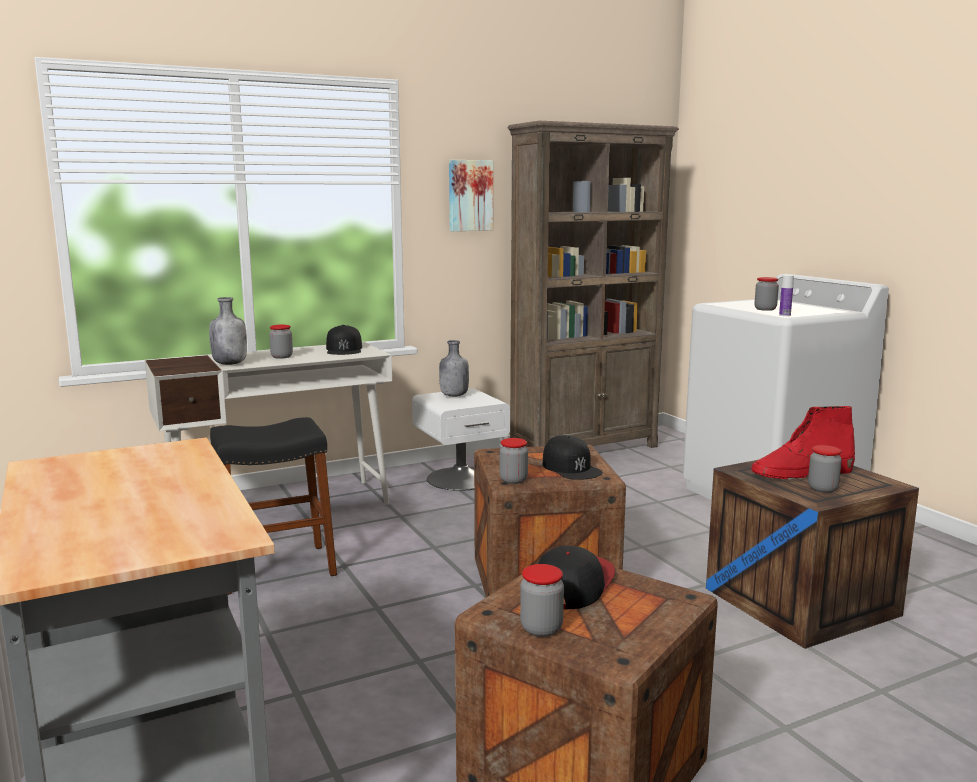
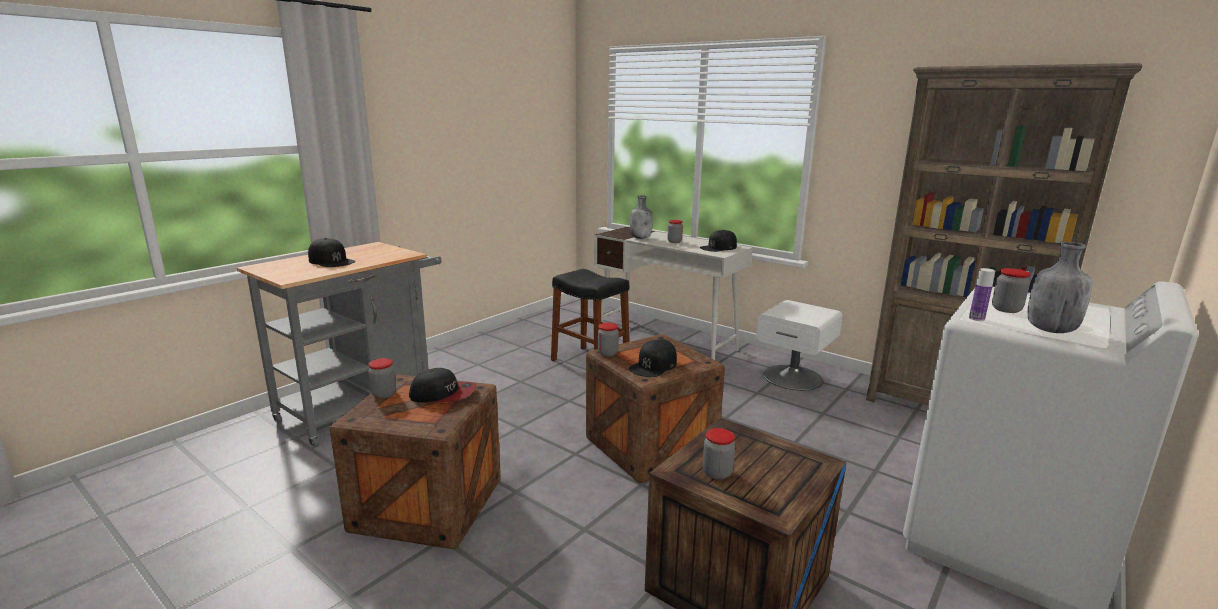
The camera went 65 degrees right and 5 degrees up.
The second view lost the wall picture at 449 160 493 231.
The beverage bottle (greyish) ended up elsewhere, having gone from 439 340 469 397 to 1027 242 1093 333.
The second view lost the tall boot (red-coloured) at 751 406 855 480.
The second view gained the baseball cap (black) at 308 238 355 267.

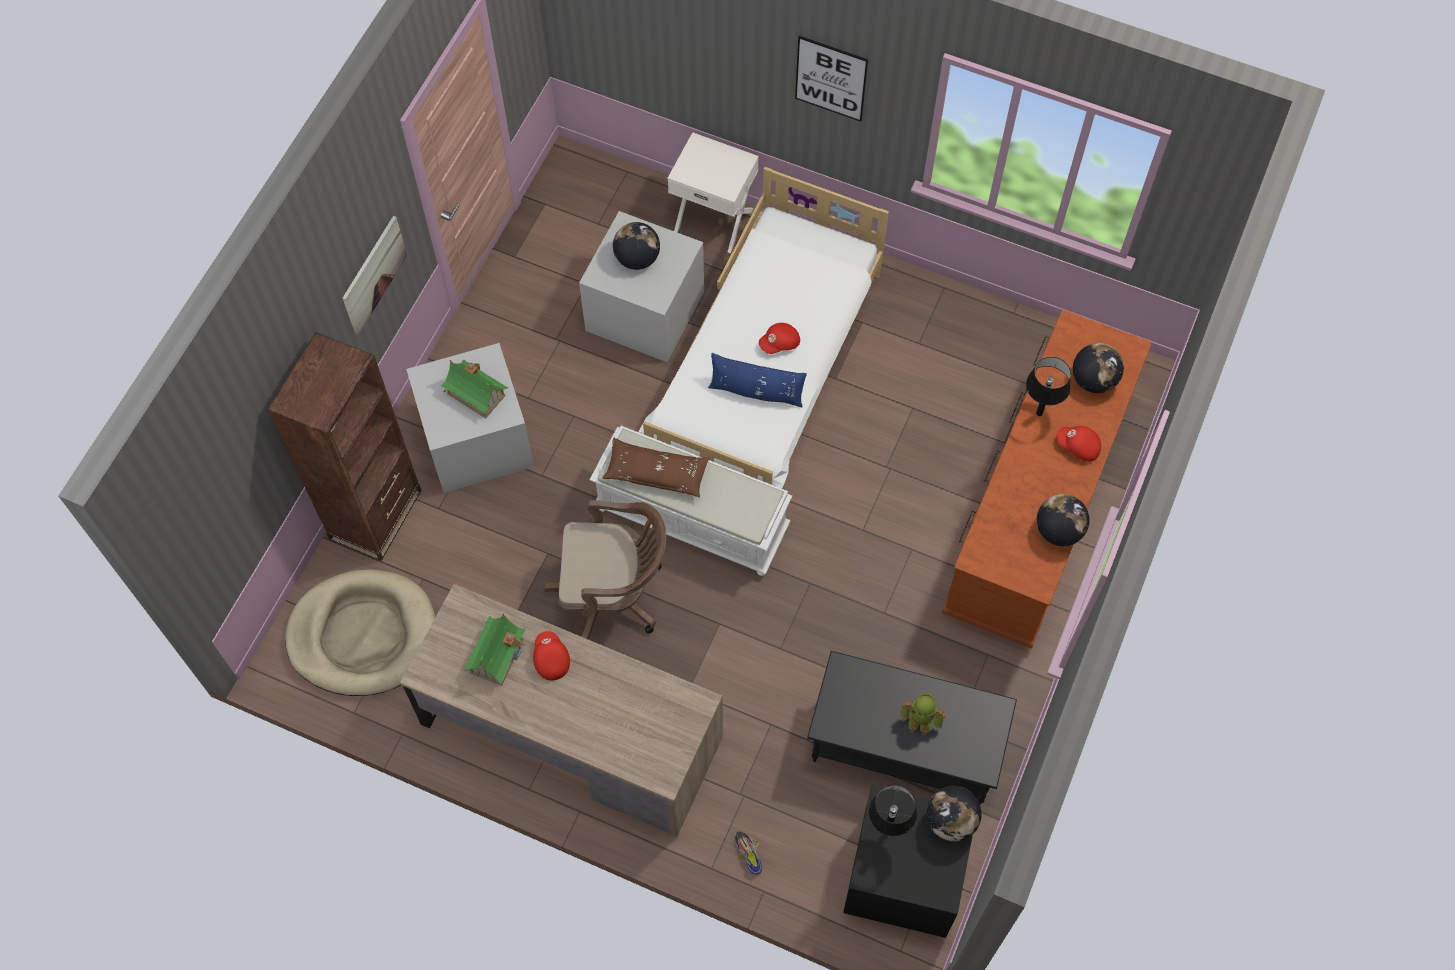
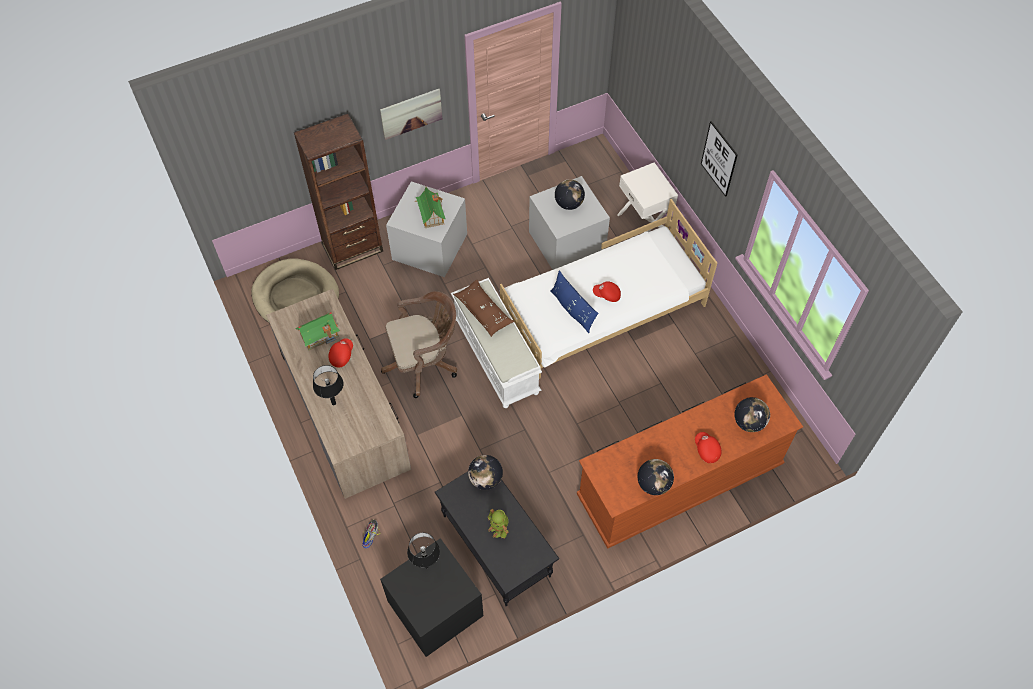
The camera went 40 degrees right and 5 degrees down.
The table lamp (black) ended up elsewhere, having gone from 1026 357 1071 416 to 313 365 343 405.
The computer chair (brownish) at 544 500 666 640 ended up facing another way, 60 degrees counterclockwise from before.
The globe ended up elsewhere, having gone from 926 786 982 842 to 468 455 503 490.

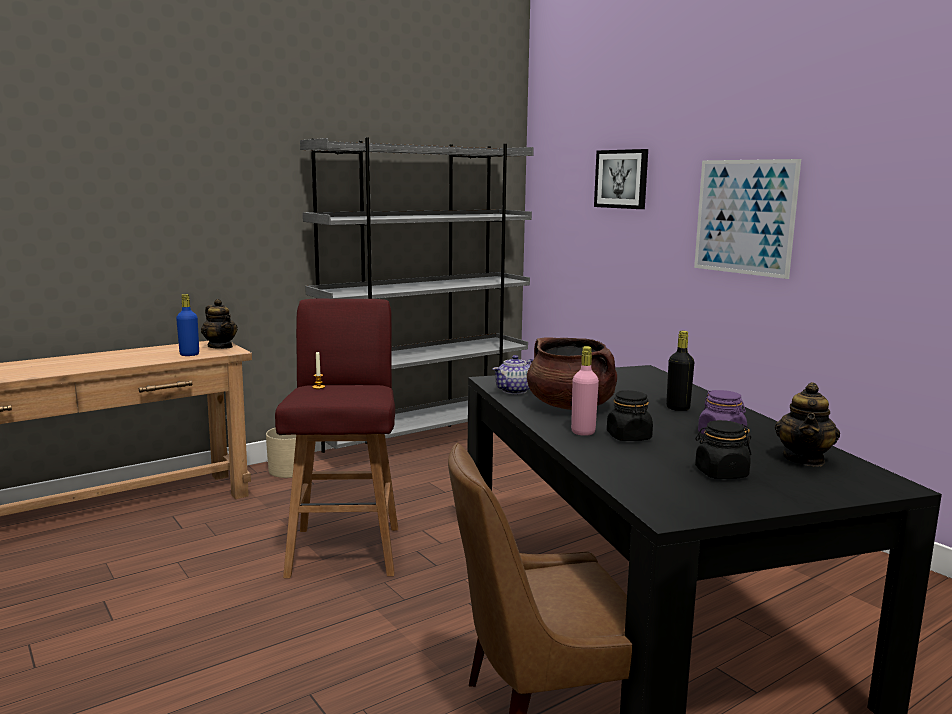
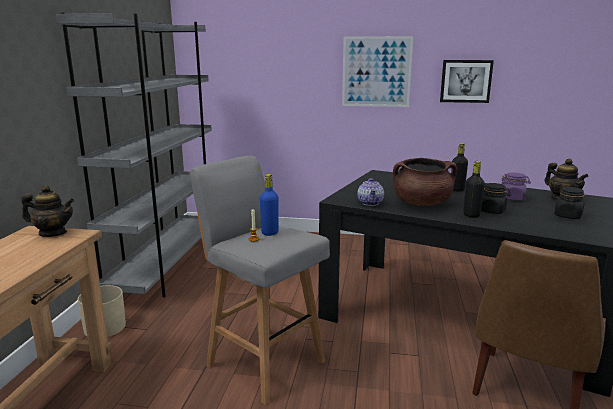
The camera went 45 degrees left and 5 degrees up.
The wall picture ended up elsewhere, having gone from 594 149 648 209 to 440 60 494 103.
The beverage bottle (bluish) ended up elsewhere, having gone from 176 294 199 356 to 260 174 279 236.
What was the sitting stool (red-coloured) at 275 298 398 578 turned into the sitting stool (greyish) at 189 156 330 405.
What was the beverage bottle (pink) at 571 346 599 436 turned into the beverage bottle (black) at 463 161 485 218.

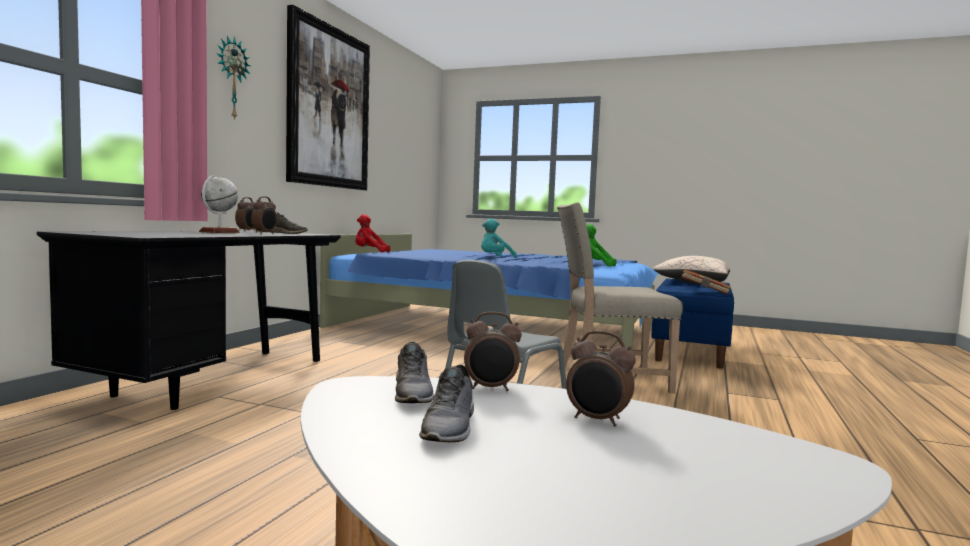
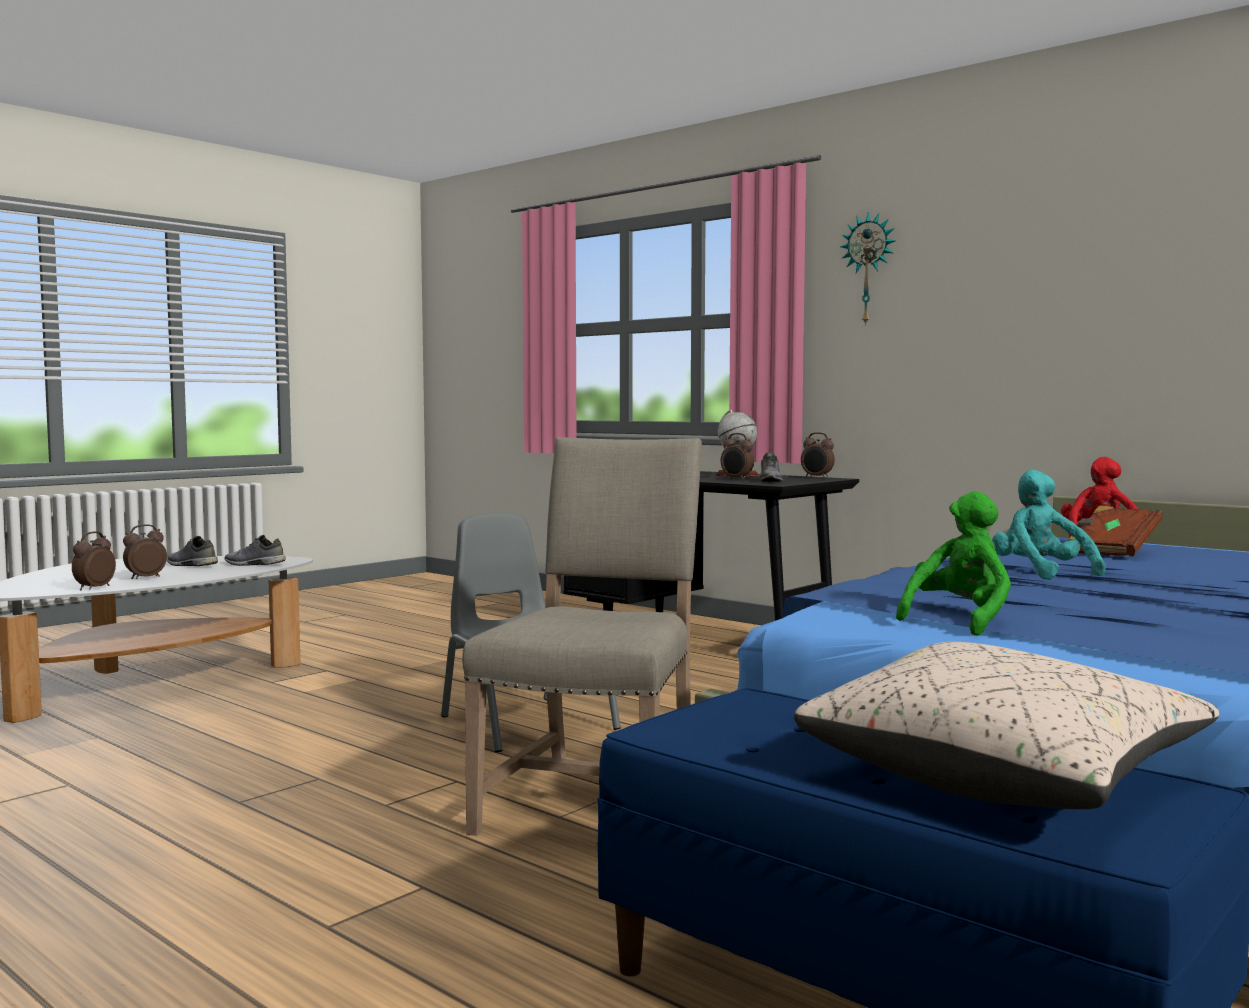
The camera went 110 degrees right and 0 degrees up.
The second view lost the wall picture at 286 5 370 190.
The bound book (brownish) ended up elsewhere, having gone from 681 269 731 295 to 1068 505 1162 556.
The bedside clock ended up elsewhere, having gone from 464 312 522 391 to 72 531 116 590.

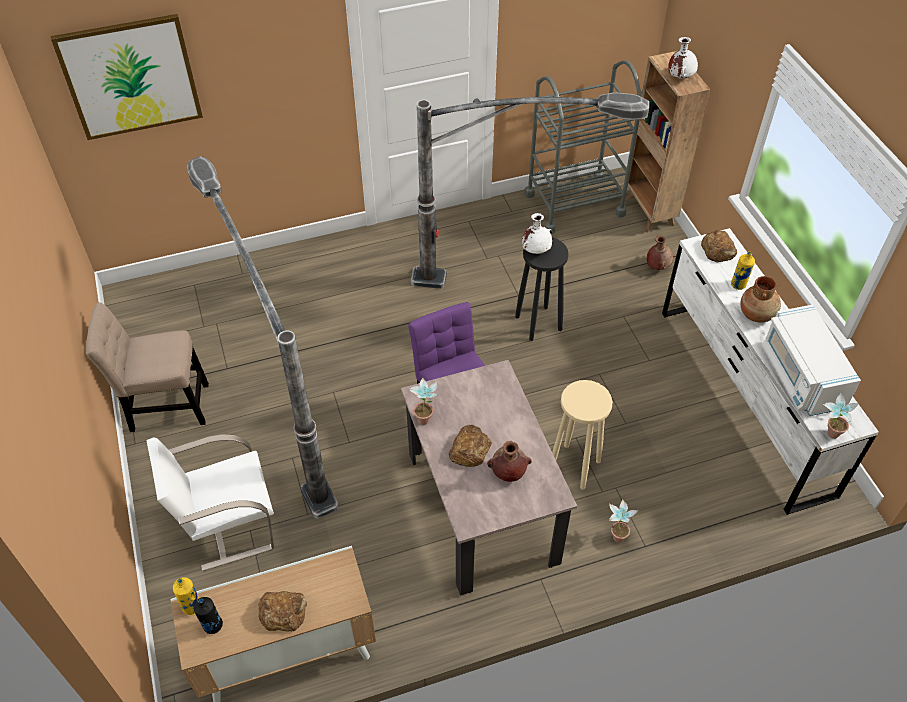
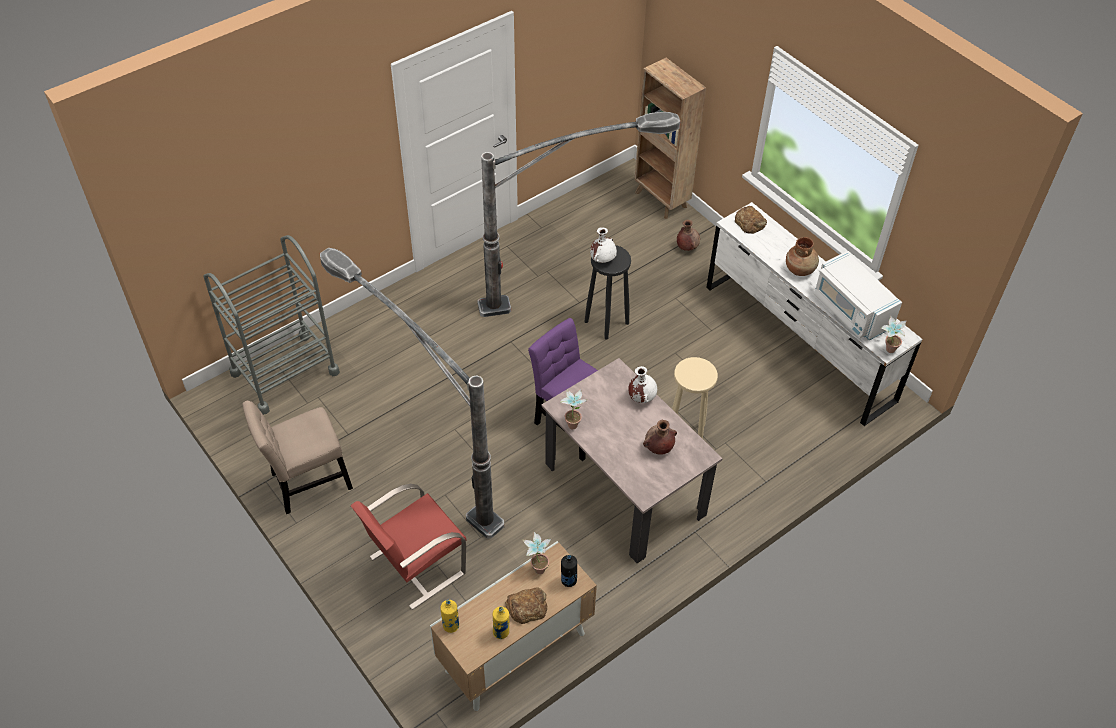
The camera went 20 degrees left and 0 degrees up.
The second view lost the wall picture at 51 14 203 140.
The vase (white) ended up elsewhere, having gone from 668 37 698 79 to 628 366 657 403.
The wheeled cart (greyish) ended up elsewhere, having gone from 525 60 642 234 to 203 235 340 415.
The beverage bottle (yellowish) ended up elsewhere, having gone from 731 252 755 290 to 493 607 509 639.
The second view lost the bread at 449 425 492 467.
What was the chair (white) at 147 434 274 571 turned into the chair (red-coloured) at 351 484 467 610.
The plant in a pot ended up elsewhere, having gone from 609 499 638 543 to 523 532 551 574.
The beverage bottle (black) ended up elsewhere, having gone from 193 597 223 634 to 561 555 577 587.

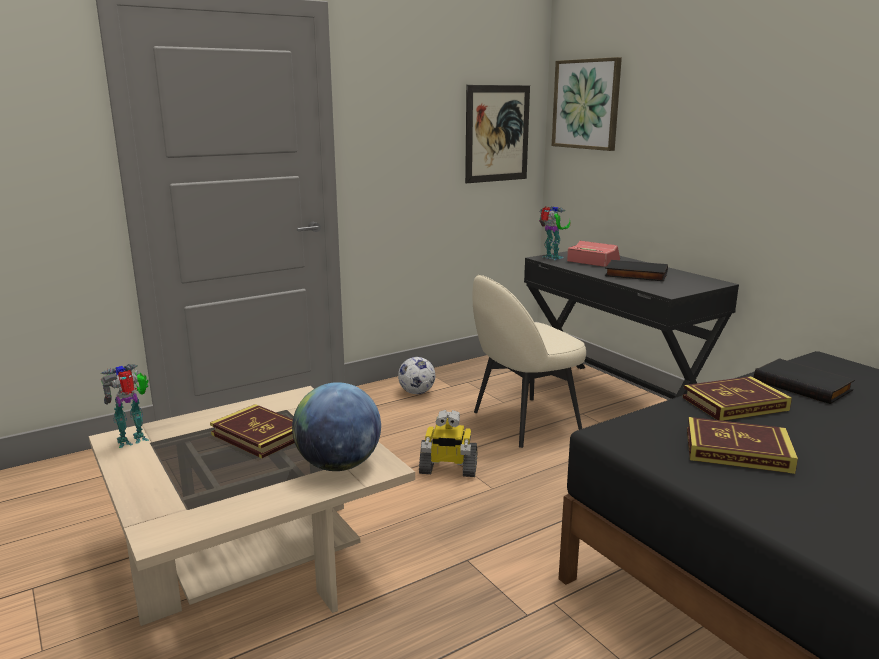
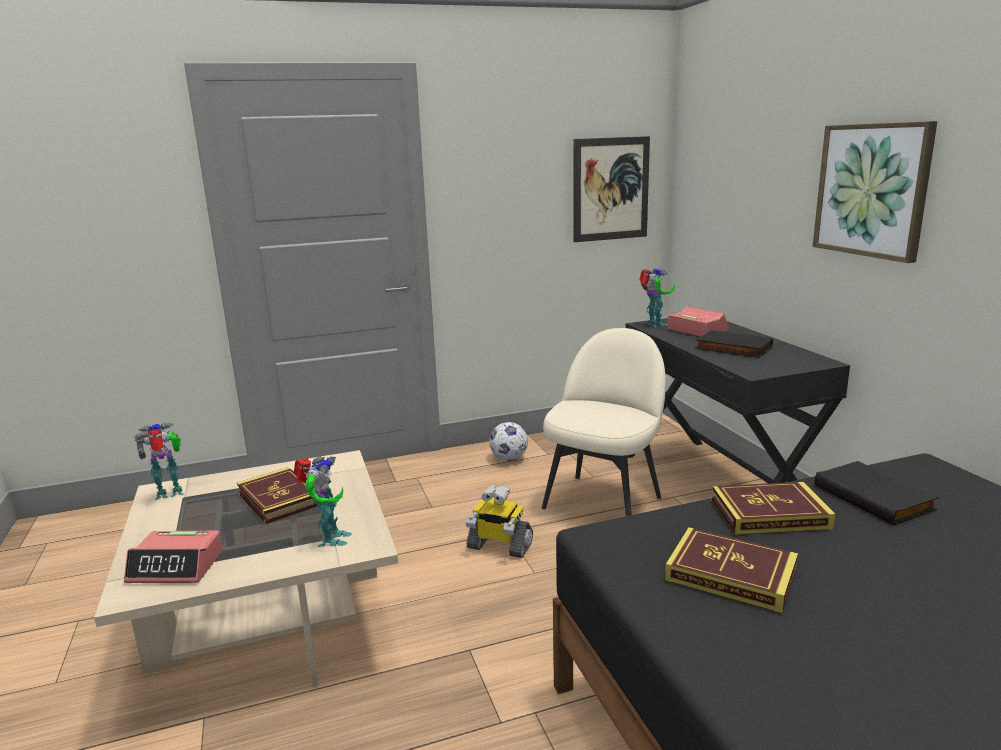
The camera went 15 degrees right and 0 degrees up.
The wall picture ended up elsewhere, having gone from 552 57 622 151 to 813 121 938 263.
The chair (sand-coloured) at 473 275 586 448 ended up facing another way, 135 degrees clockwise from before.
Where the globe stood at 292 382 381 471, the model robot came to stand at 294 456 352 547.
The second view gained the bedside clock at 124 531 223 583.

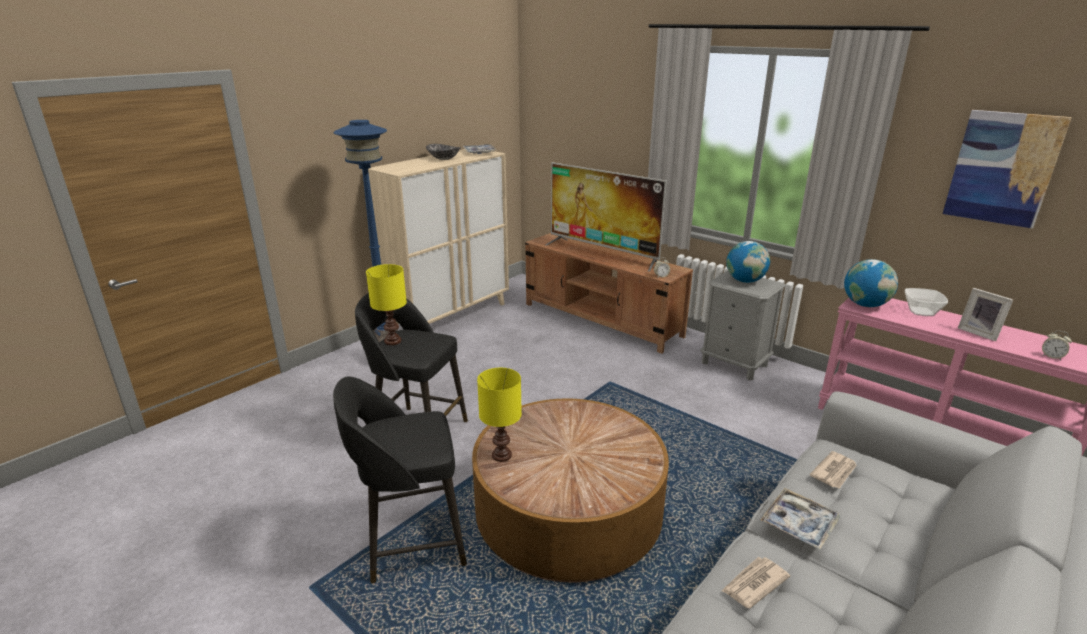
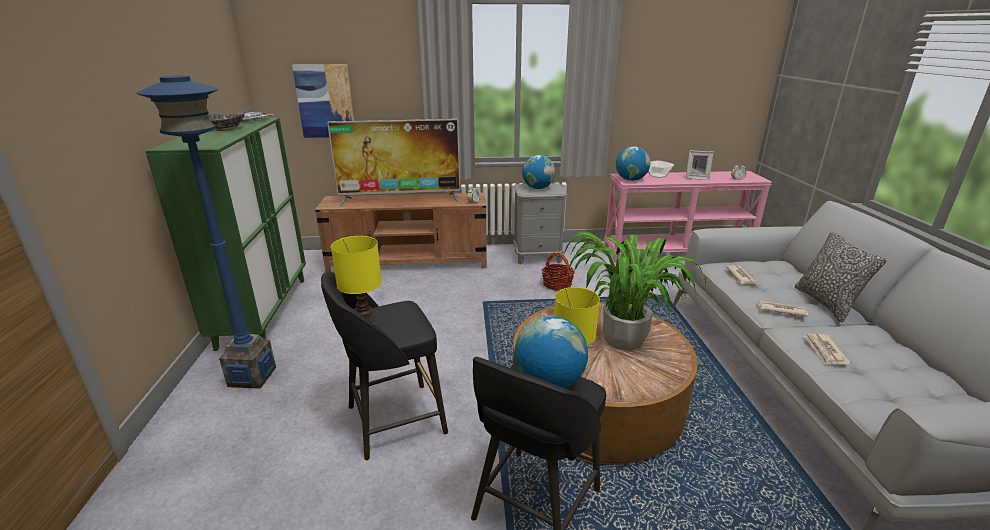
The camera went 45 degrees left and 0 degrees up.
The wall picture ended up elsewhere, having gone from 943 110 1072 229 to 292 64 354 138.
What was the cupboard (sand-coloured) at 368 149 509 324 turned into the cupboard (green-coloured) at 146 118 306 351.
Where the tray stood at 760 488 841 550, the daily paper came to stand at 757 300 808 317.
The second view gained the throw pillow at 795 231 887 322.
The second view gained the plant in a pot at 564 232 706 351.
The second view gained the storage basket at 542 253 575 291.
The second view gained the globe at 515 316 588 388.

